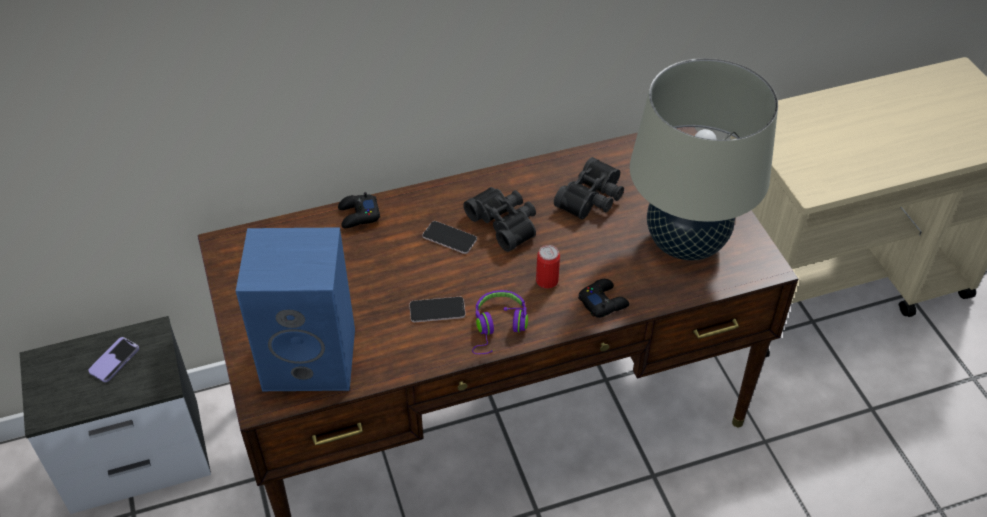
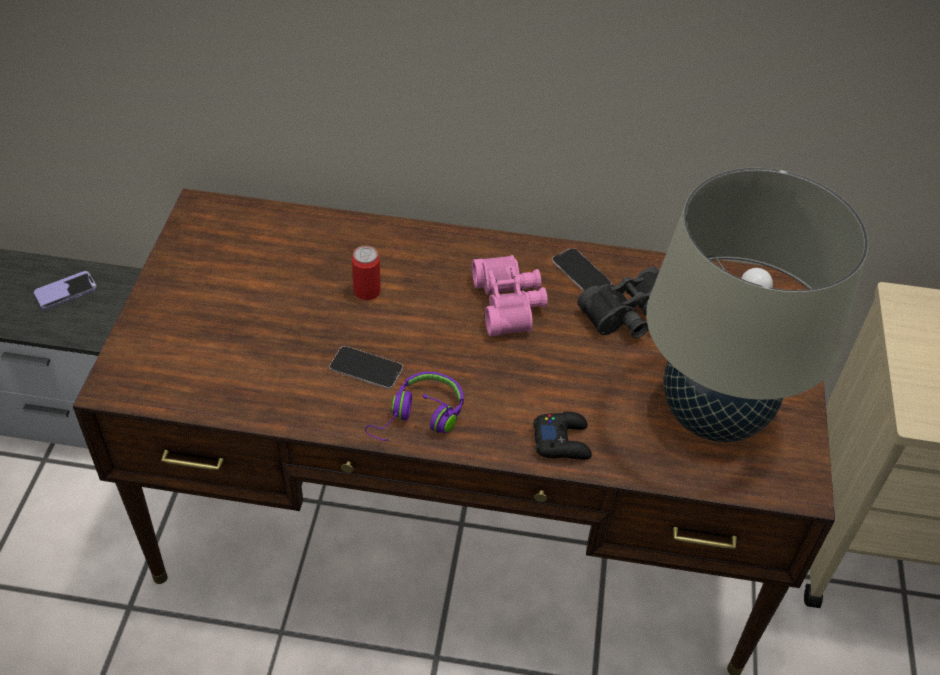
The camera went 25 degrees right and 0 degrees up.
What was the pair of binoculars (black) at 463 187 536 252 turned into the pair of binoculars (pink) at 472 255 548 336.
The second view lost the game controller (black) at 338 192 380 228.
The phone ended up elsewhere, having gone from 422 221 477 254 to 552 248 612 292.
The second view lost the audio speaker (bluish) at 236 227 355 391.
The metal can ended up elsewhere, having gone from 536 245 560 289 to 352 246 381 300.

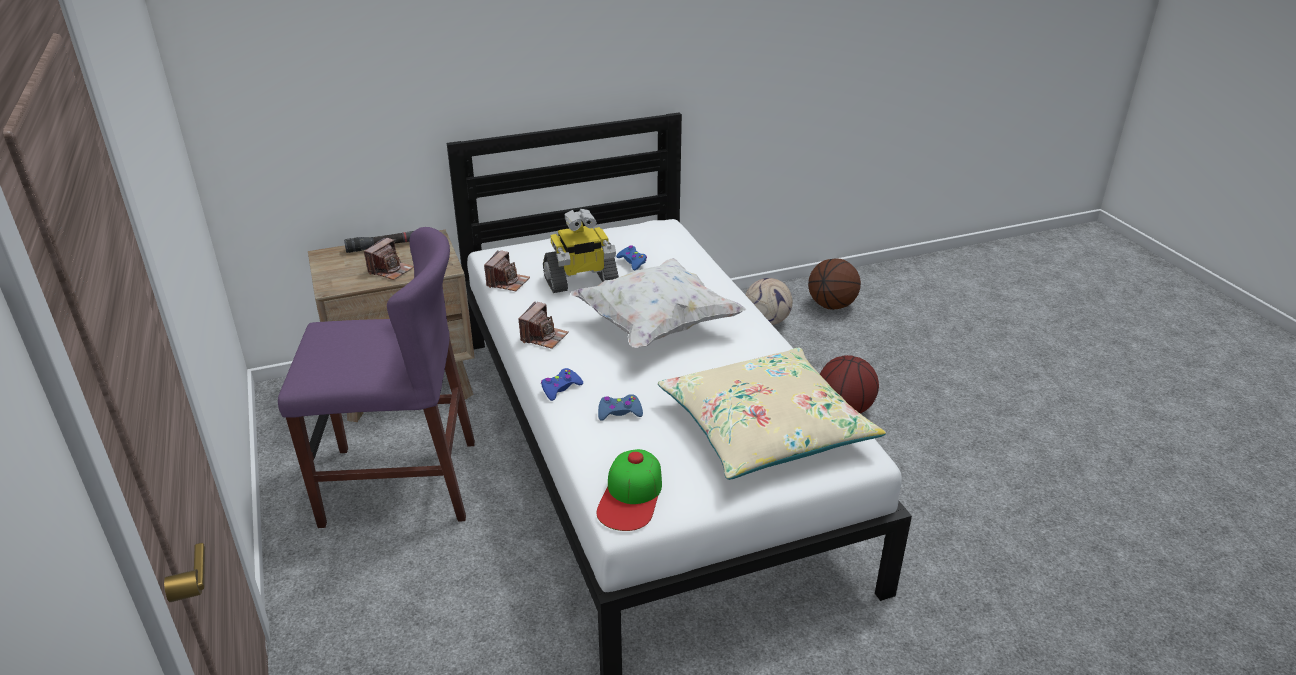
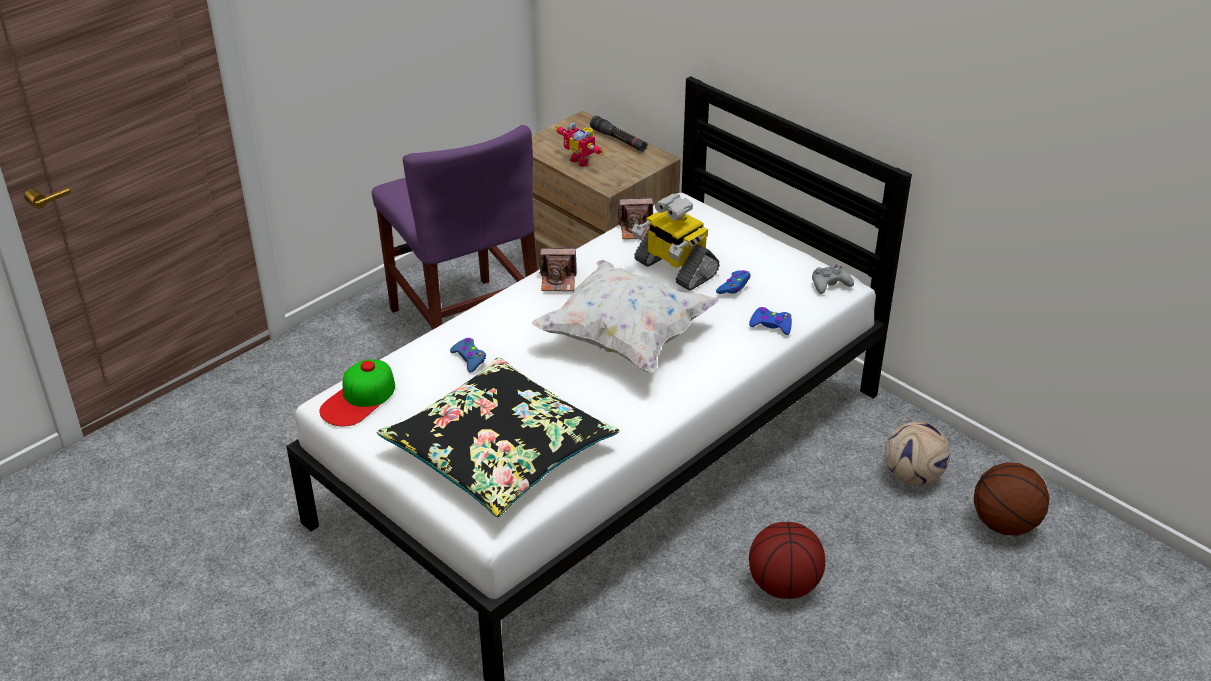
The camera went 65 degrees right and 5 degrees up.
Where the still camera stood at 364 237 414 280, the model robot came to stand at 555 123 604 167.
What was the throw pillow (sand-coloured) at 658 347 886 480 turned into the throw pillow (black) at 377 357 619 518.
The game controller (bluish) ended up elsewhere, having gone from 541 368 583 401 to 749 307 792 335.
The baseball cap at 597 449 662 531 ended up facing another way, 45 degrees counterclockwise from before.
The second view gained the game controller (greyish) at 812 265 854 294.

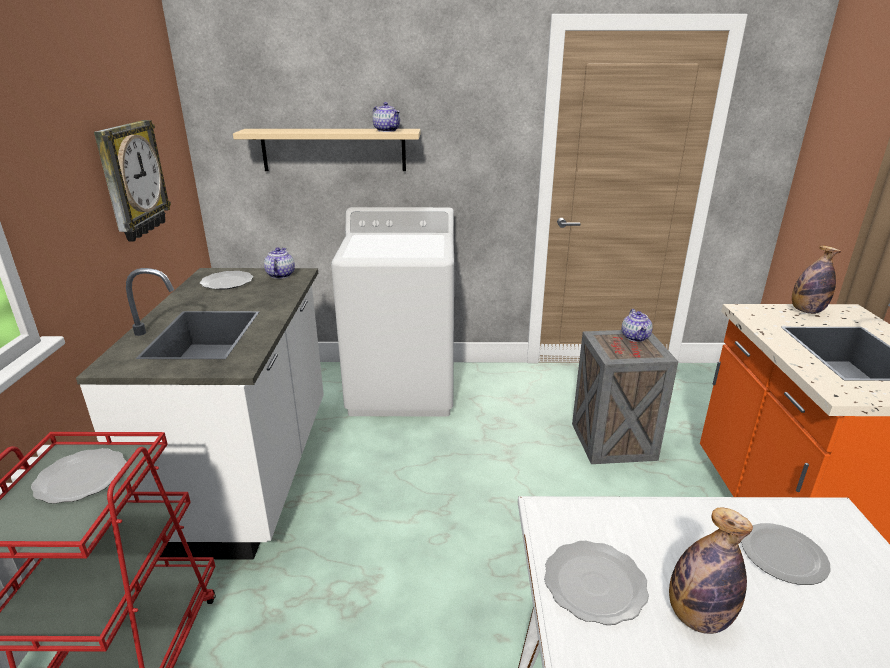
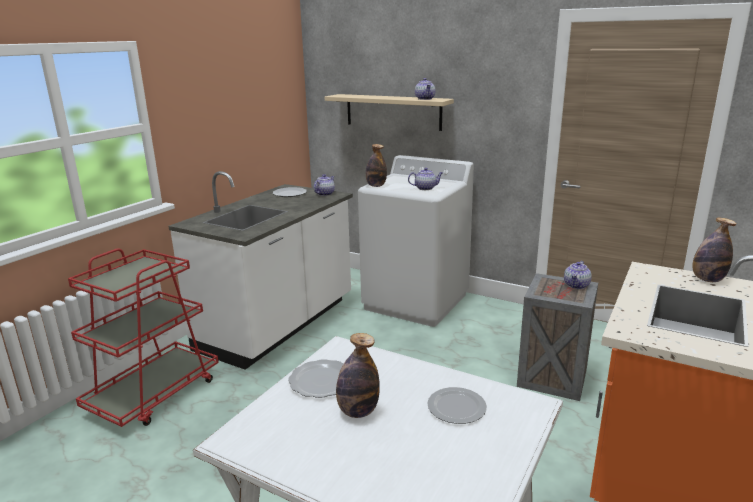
The camera went 30 degrees right and 5 degrees down.
The second view lost the hanging clock at 94 120 171 242.
The second view lost the flat dish at 31 448 127 504.
The second view gained the beverage bottle at 366 144 387 187.
The second view gained the teapot at 408 168 443 190.

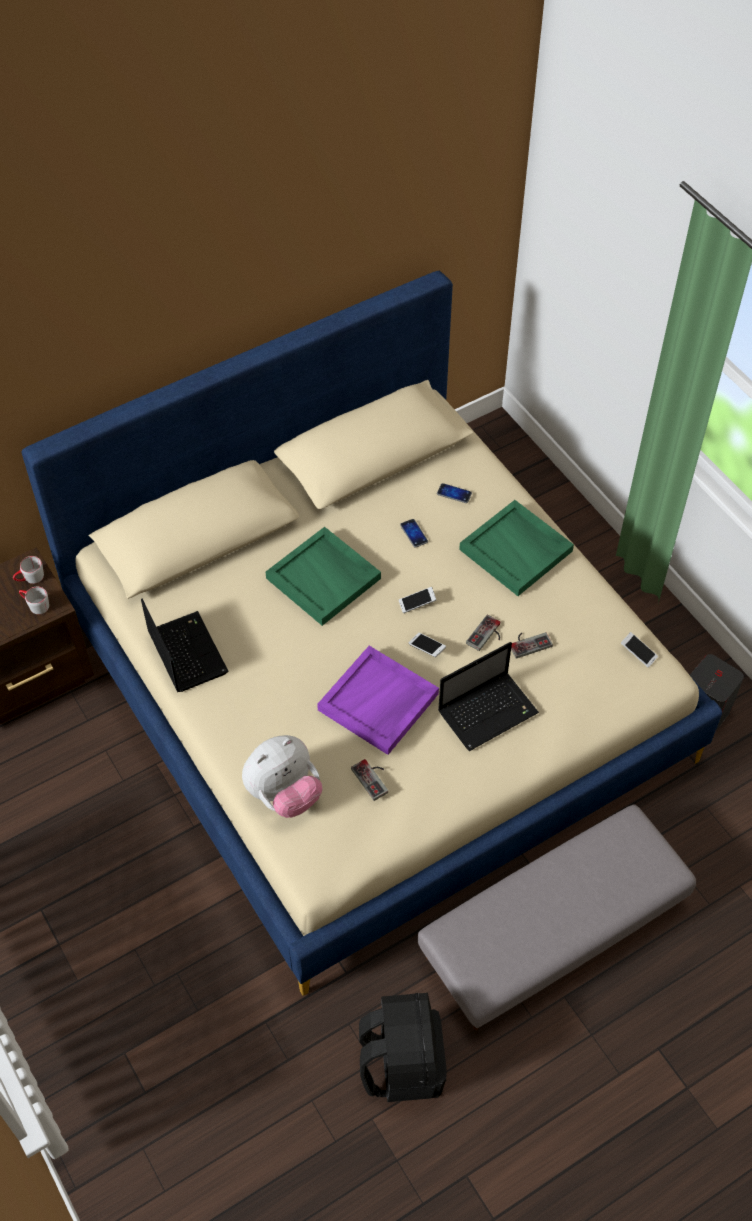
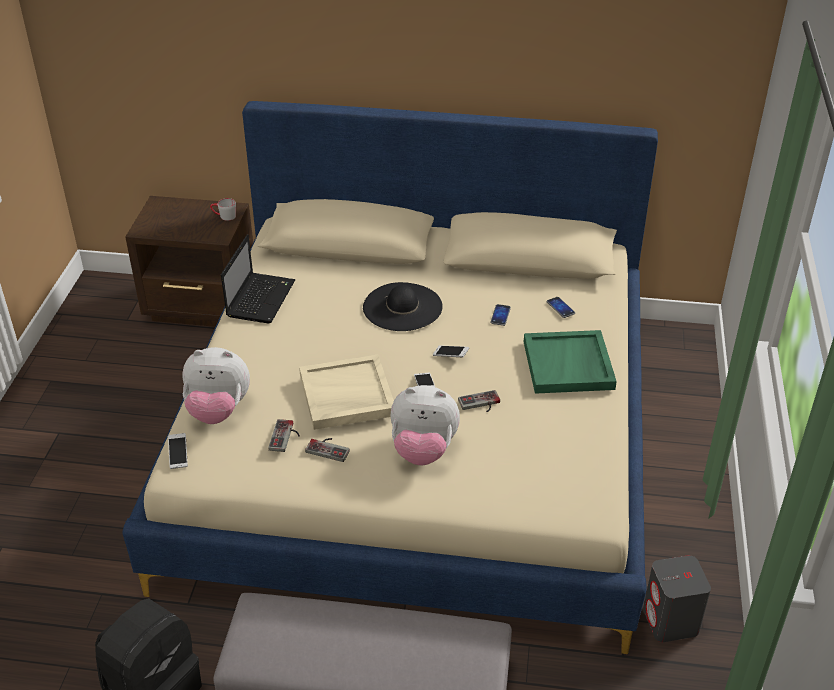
The camera went 40 degrees right and 15 degrees down.
Where the tray (green-coloured) stood at 266 527 381 626, the hat (black) came to stand at 363 282 443 331.
The second view lost the coffee mug (greyish) at 19 587 49 614.
The game controller ended up elsewhere, having gone from 511 632 553 659 to 305 438 350 462.
The phone ended up elsewhere, having gone from 621 632 658 668 to 168 433 188 469.
Where the notebook computer stood at 438 642 539 751, the cuddly toy came to stand at 391 385 460 465.
What was the tray (purplish) at 317 646 439 755 turned into the tray (sand-coloured) at 299 354 394 430.

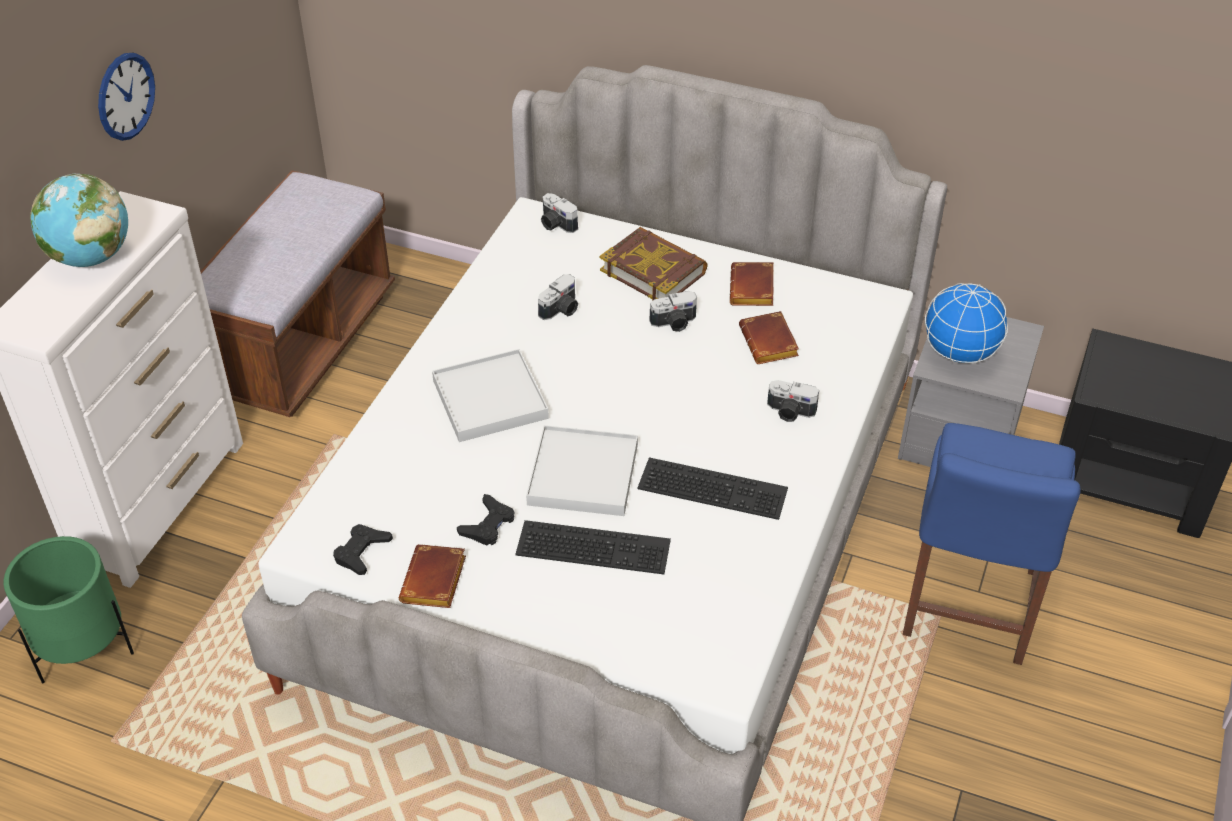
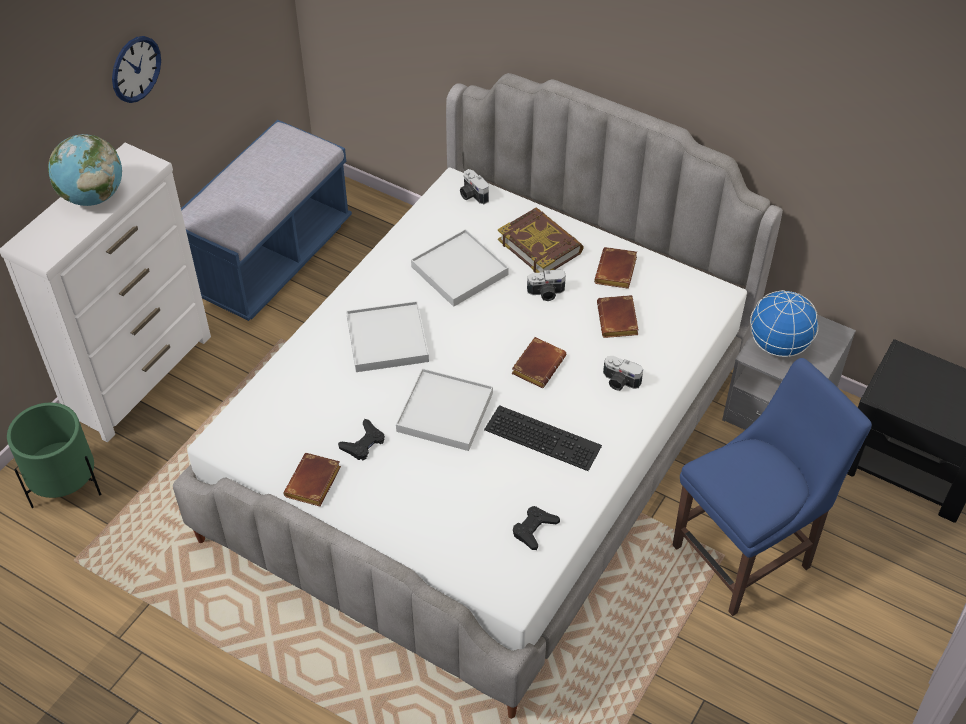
The camera went 10 degrees right and 5 degrees up.
What was the bench (brownish) at 200 170 395 417 turned into the bench (bluish) at 181 120 352 321.
Where the still camera stood at 538 274 578 320, the tray (white) came to stand at 411 229 509 307.
The chair (bluish) at 903 423 1081 665 ended up facing another way, 150 degrees counterclockwise from before.
The second view lost the keyboard at 515 520 671 574.
The game controller (black) ended up elsewhere, having gone from 333 524 393 575 to 513 506 560 550.
The second view gained the bound book (brownish) at 511 337 566 388.

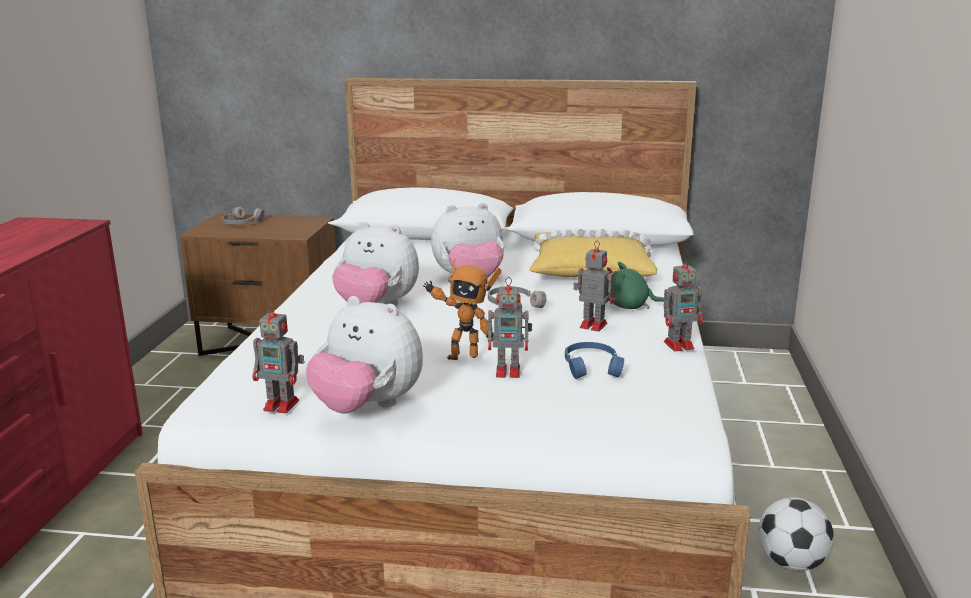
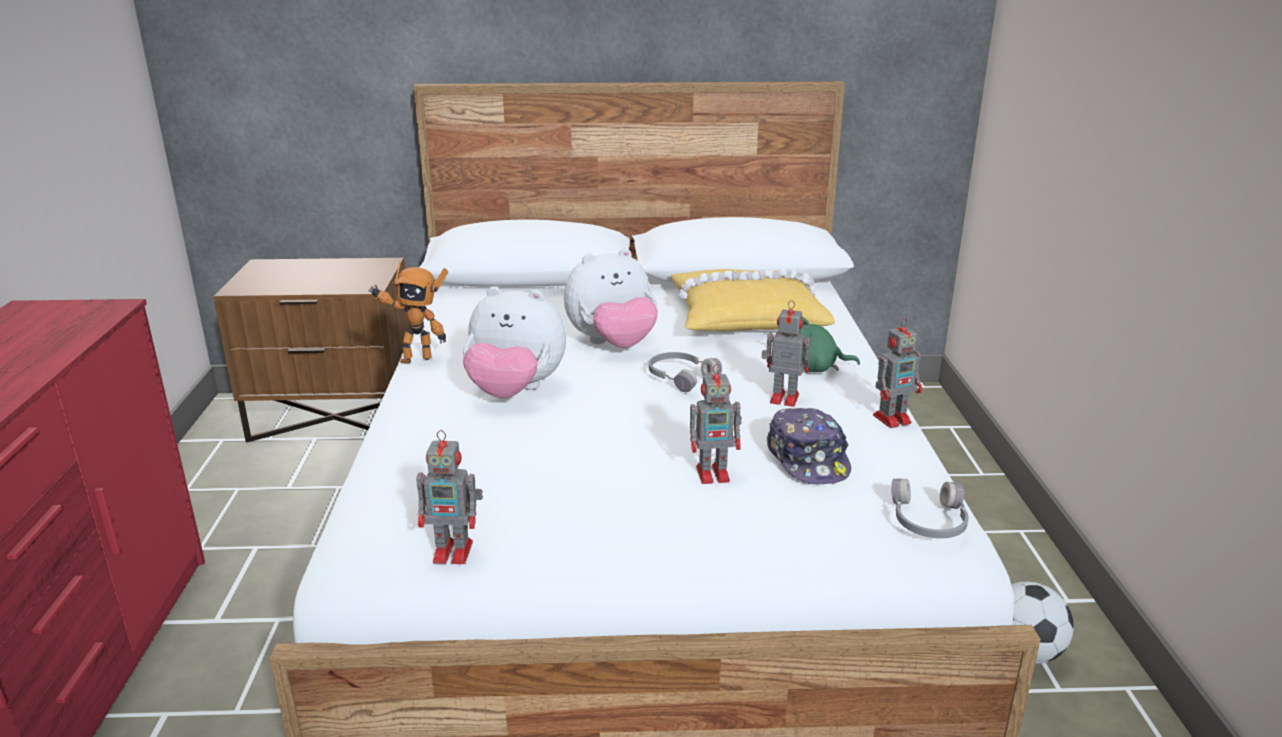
The camera went 10 degrees left and 5 degrees up.
The pair of headphones (greyish) ended up elsewhere, having gone from 222 207 264 224 to 891 478 969 538.
The model robot ended up elsewhere, having gone from 423 259 502 360 to 368 261 448 363.
The second view lost the cuddly toy at 306 296 423 414.
Where the pair of headphones (bluish) stood at 565 342 624 379, the baseball cap came to stand at 767 408 851 484.

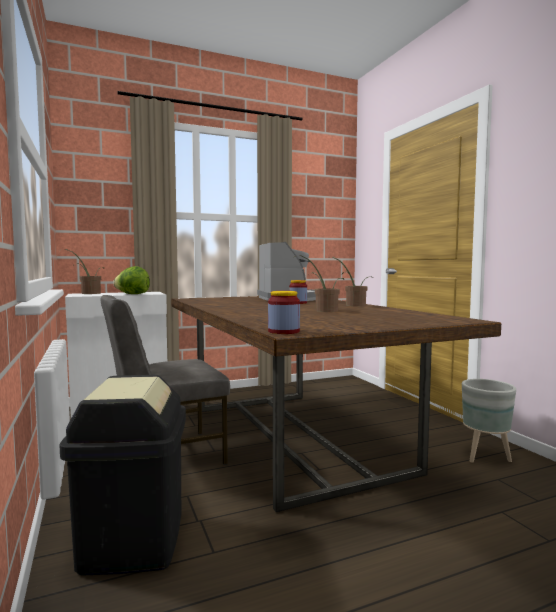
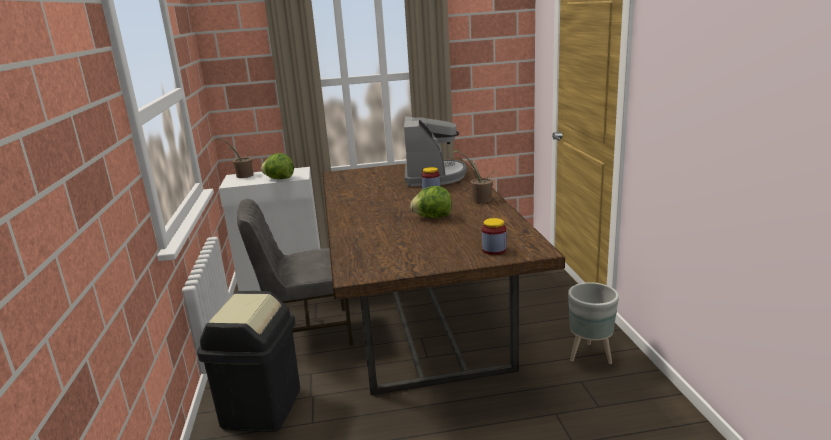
The camera went 15 degrees right and 15 degrees up.
Where the plant in a pot stood at 293 255 344 312, the lettuce came to stand at 410 186 452 218.
The jar ended up elsewhere, having gone from 268 291 300 334 to 482 218 507 255.

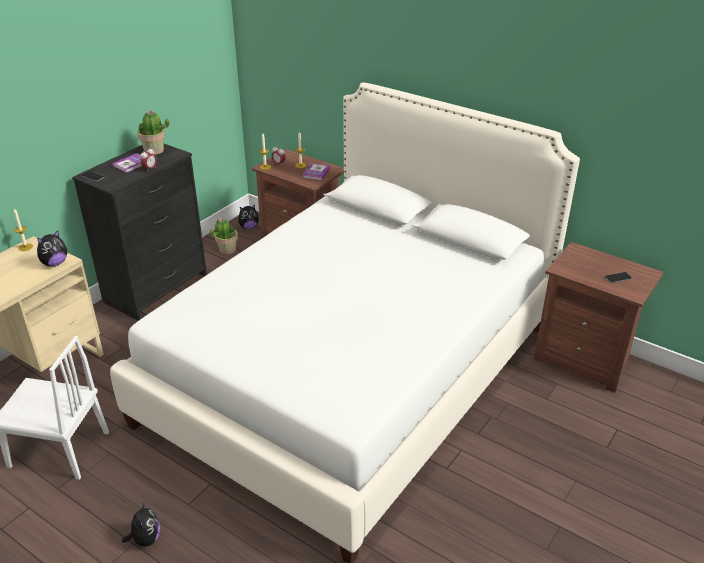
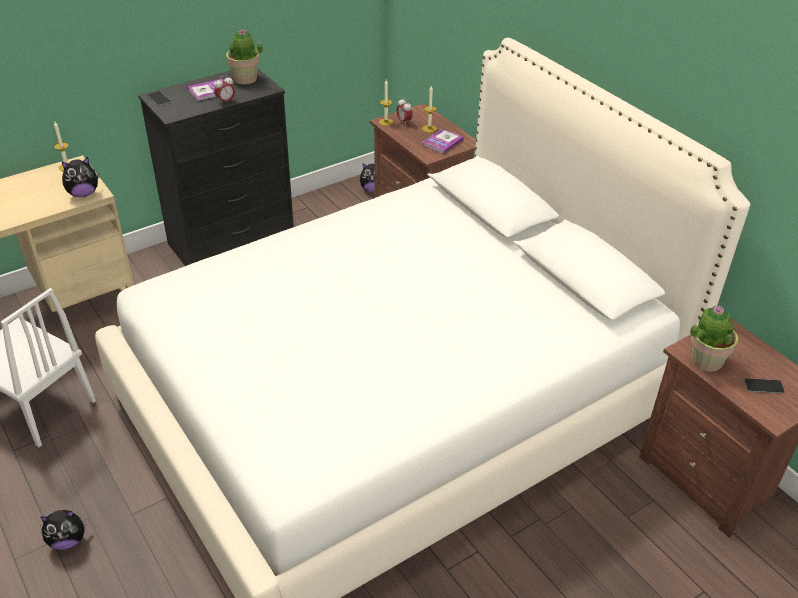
The camera went 20 degrees right and 5 degrees up.
The plant in a pot ended up elsewhere, having gone from 210 217 238 254 to 690 305 738 372.
The cuddly toy at 122 502 160 546 ended up facing another way, 60 degrees clockwise from before.

